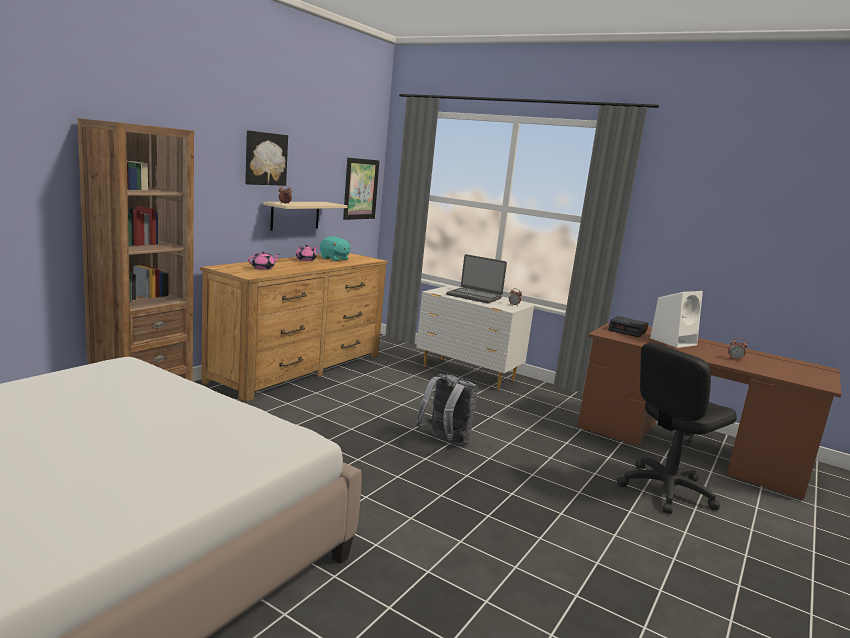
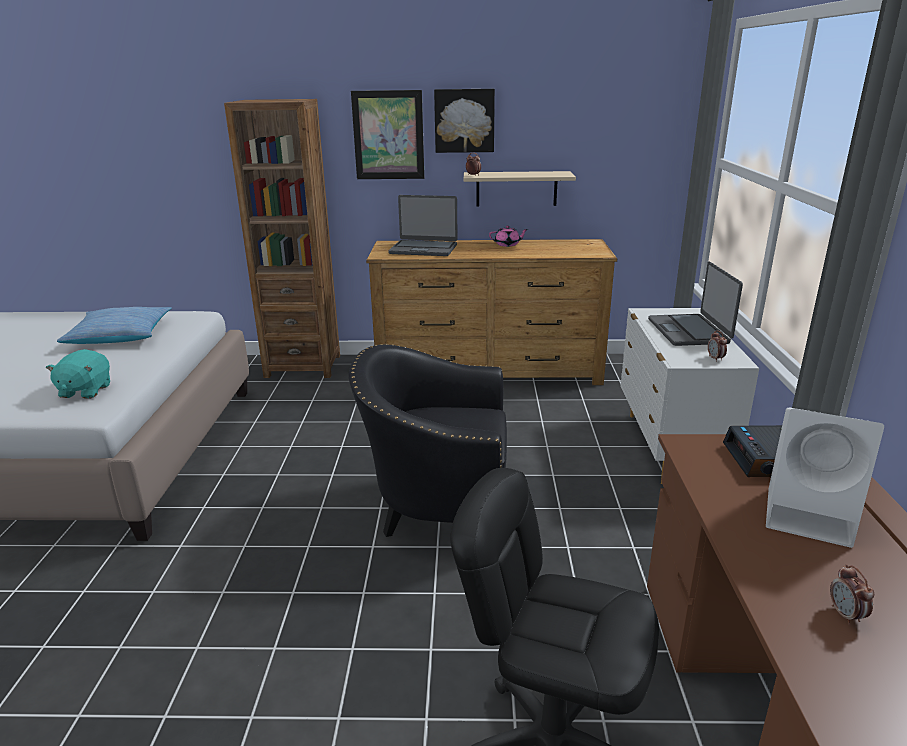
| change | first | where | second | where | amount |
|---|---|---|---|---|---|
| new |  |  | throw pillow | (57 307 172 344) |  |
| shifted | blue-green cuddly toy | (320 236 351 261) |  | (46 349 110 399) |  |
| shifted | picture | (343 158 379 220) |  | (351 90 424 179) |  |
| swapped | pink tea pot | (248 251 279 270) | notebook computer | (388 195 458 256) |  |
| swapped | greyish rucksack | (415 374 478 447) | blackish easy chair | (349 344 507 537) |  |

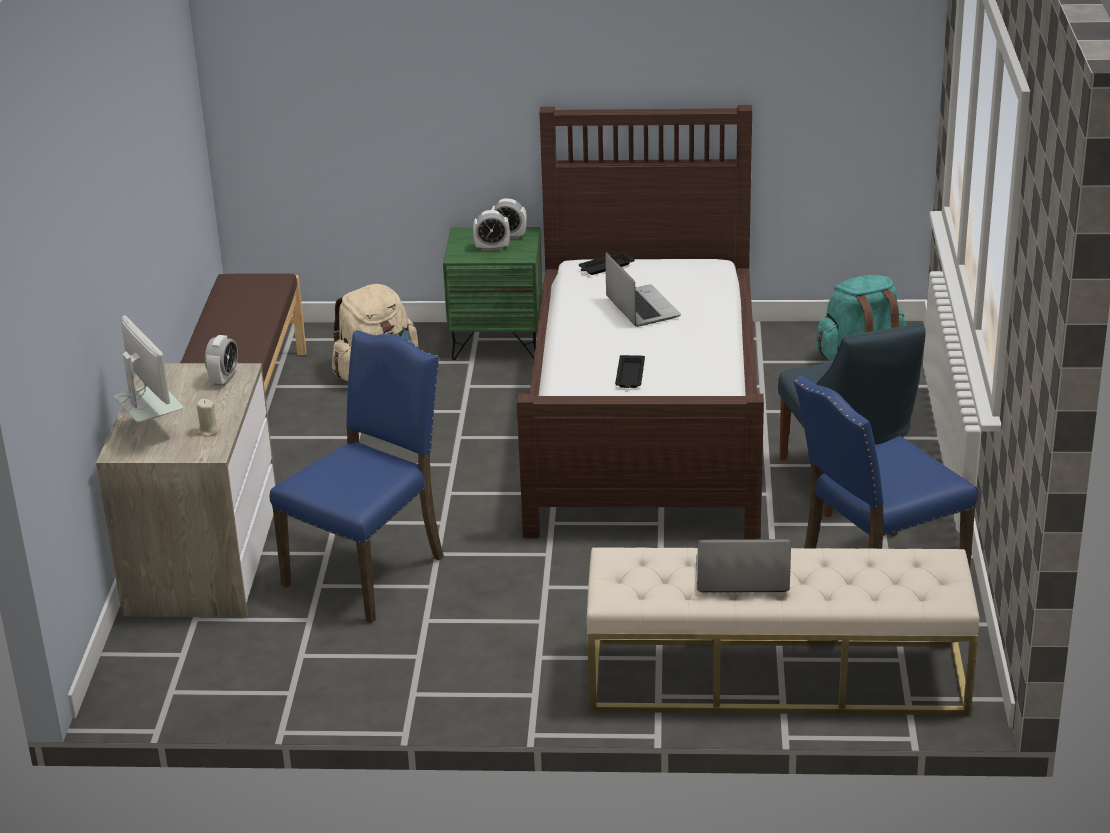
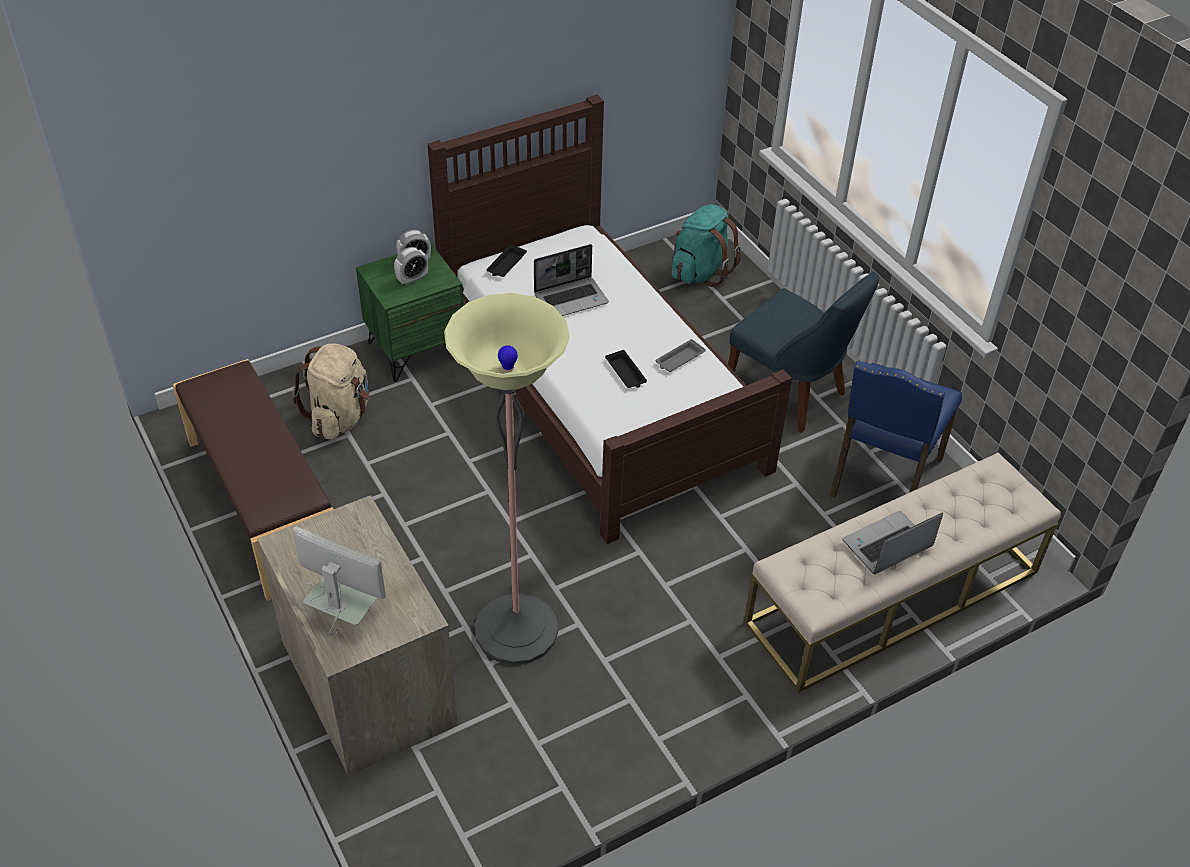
| change | first | where | second | where | amount |
|---|---|---|---|---|---|
| gone | sand-coloured wax light | (197 399 220 437) |  |  |  |
| gone | alarm clock | (205 335 238 386) |  |  |  |
| new |  |  | greyish tray | (656 339 706 372) |  |
| swapped | blue chair | (270 330 444 623) | standing lamp | (444 293 570 665) |  |
| rotated | notebook computer | (605 252 681 327) |  | (534 244 609 316) | 120 degrees clockwise |

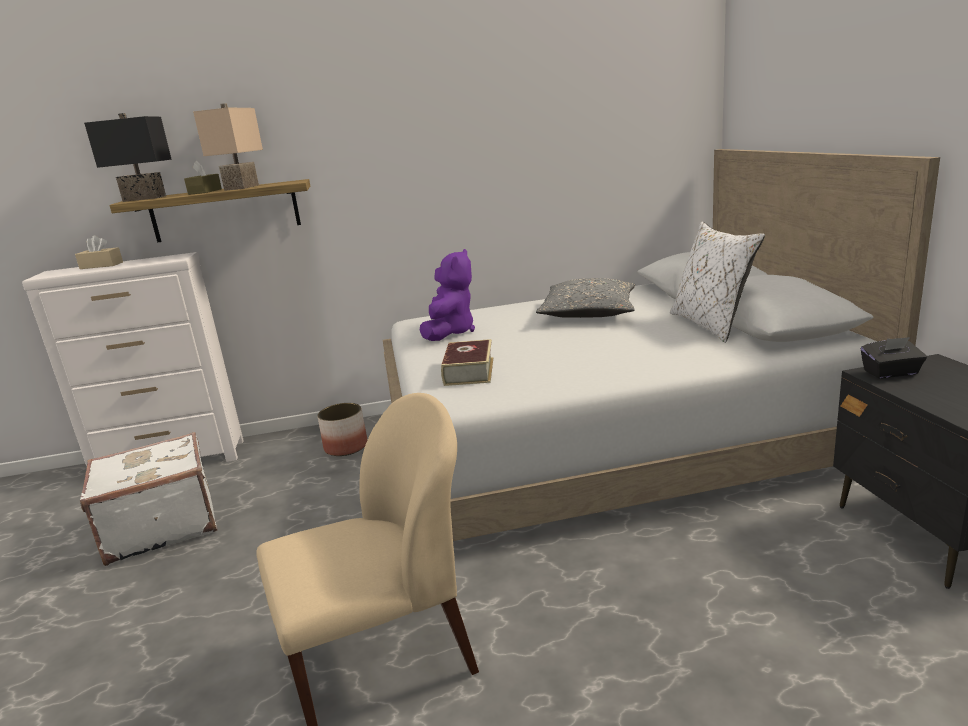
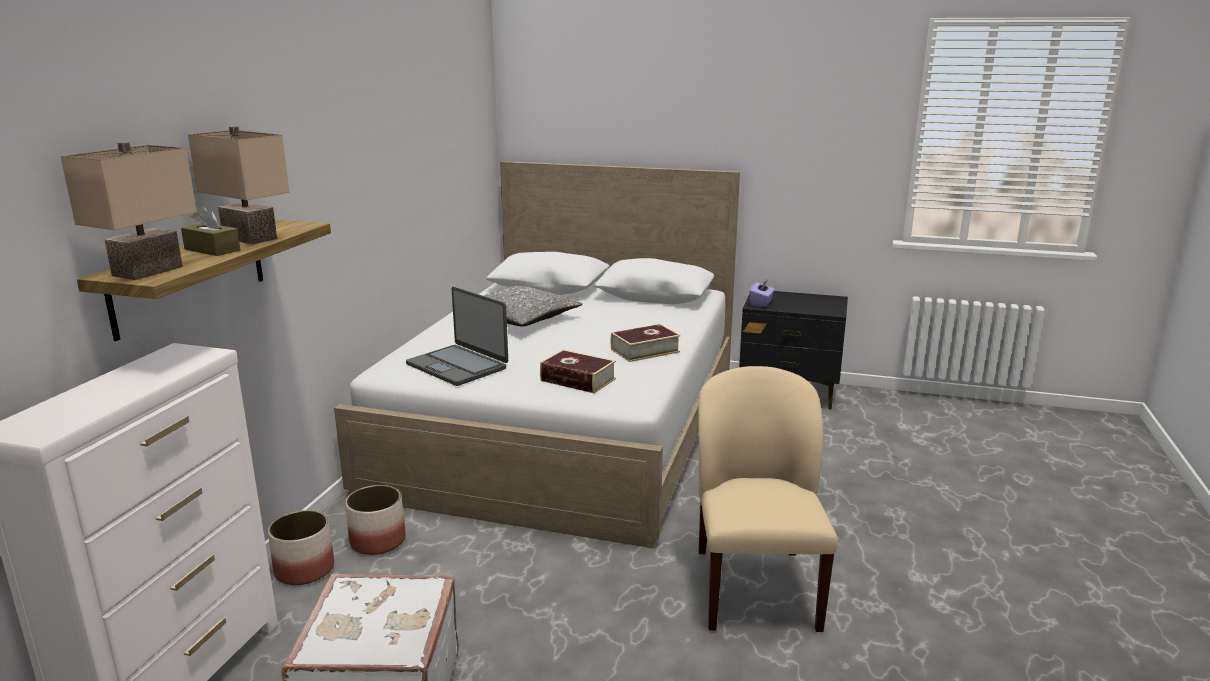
| change | first | where | second | where | amount |
|---|---|---|---|---|---|
| gone | sand-coloured tissue holder | (75 236 123 269) |  |  |  |
| gone | whitish throw pillow | (670 222 765 343) |  |  |  |
| new |  |  | planter | (268 510 334 585) |  |
| new |  |  | bound book | (611 324 681 362) |  |
| swapped | purple-coloured cuddly toy | (420 249 475 341) | notebook computer | (406 287 508 386) |  |
| repainted | blackish table lamp | (84 113 172 202) | sand-coloured table lamp | (60 142 197 280) |  |
| repainted | blackish tissue holder | (861 337 927 379) | purple-coloured tissue holder | (749 280 775 307) |  |

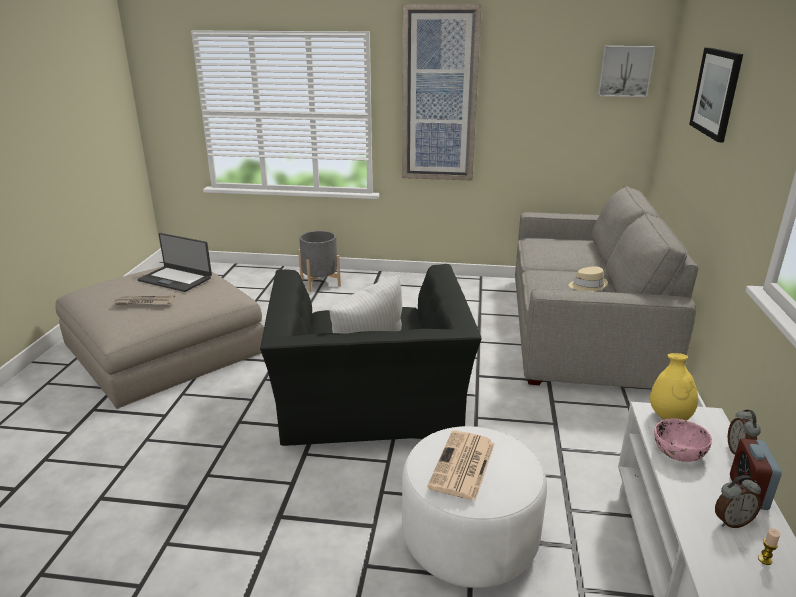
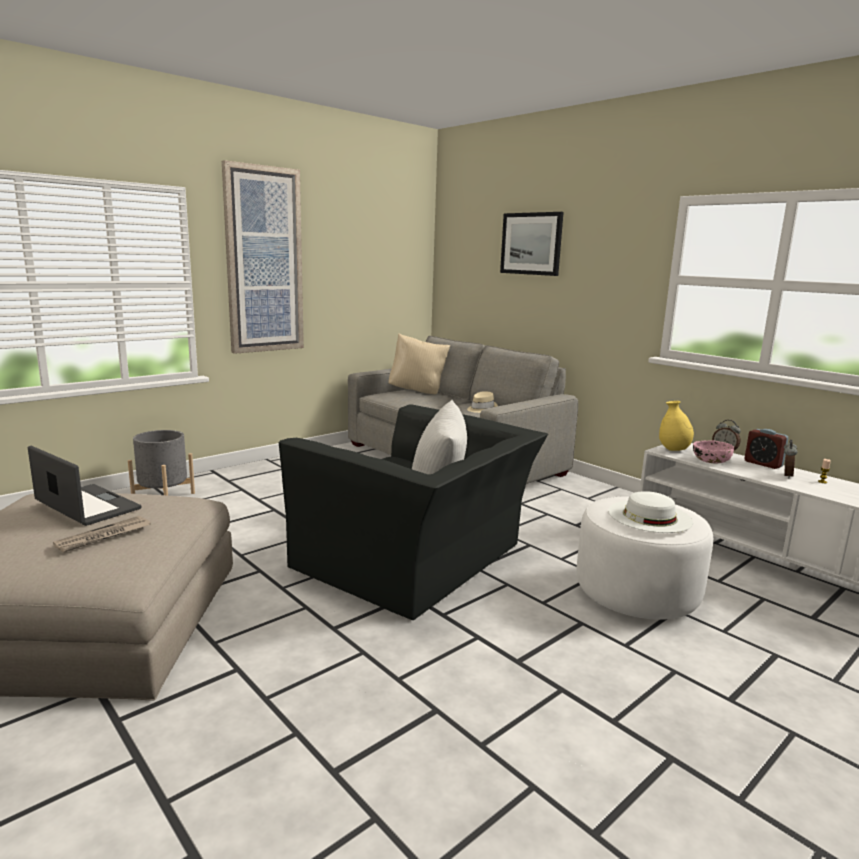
| change | first | where | second | where | amount |
|---|---|---|---|---|---|
| gone | picture | (598 46 655 97) |  |  |  |
| new |  |  | sand-coloured throw pillow | (388 333 450 394) |  |
| swapped | printed paper | (427 430 495 501) | whitish wearable hat | (608 491 693 533) |  |
| rotated | notebook computer | (138 233 212 292) |  | (28 446 142 526) | 120 degrees counterclockwise |

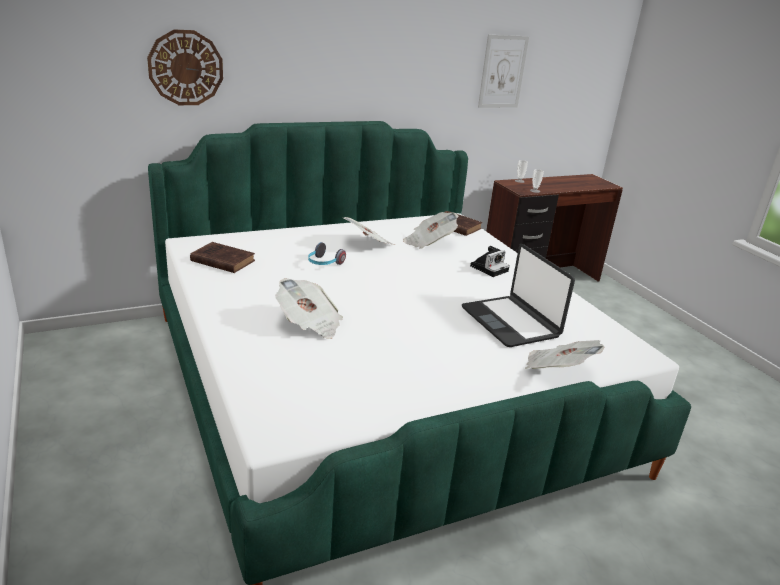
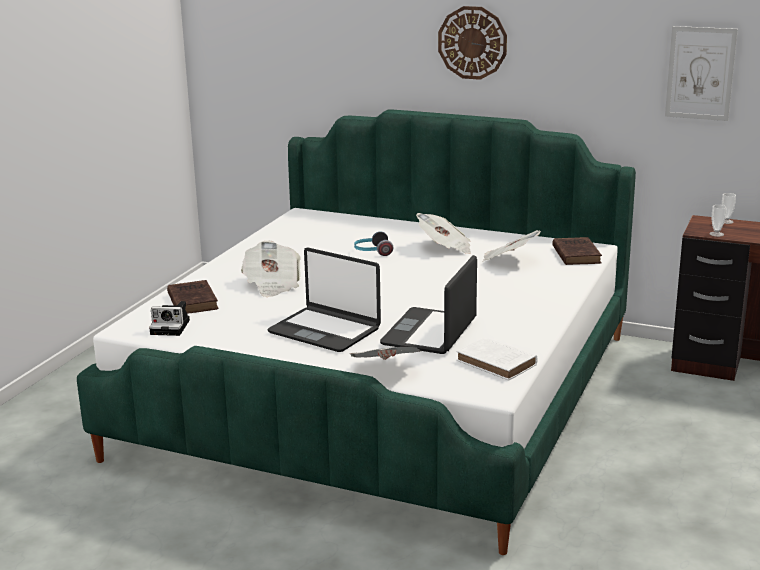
| change | first | where | second | where | amount |
|---|---|---|---|---|---|
| new |  |  | notebook computer | (268 248 381 352) |  |
| new |  |  | whitish bound book | (456 337 538 381) |  |
| shifted | clock on the wall | (147 30 223 105) |  | (438 6 507 80) |  |
| shifted | brown bound book | (190 242 255 273) |  | (167 280 219 314) |  |
| shifted | photo camera | (470 246 510 277) |  | (149 301 190 336) |  |

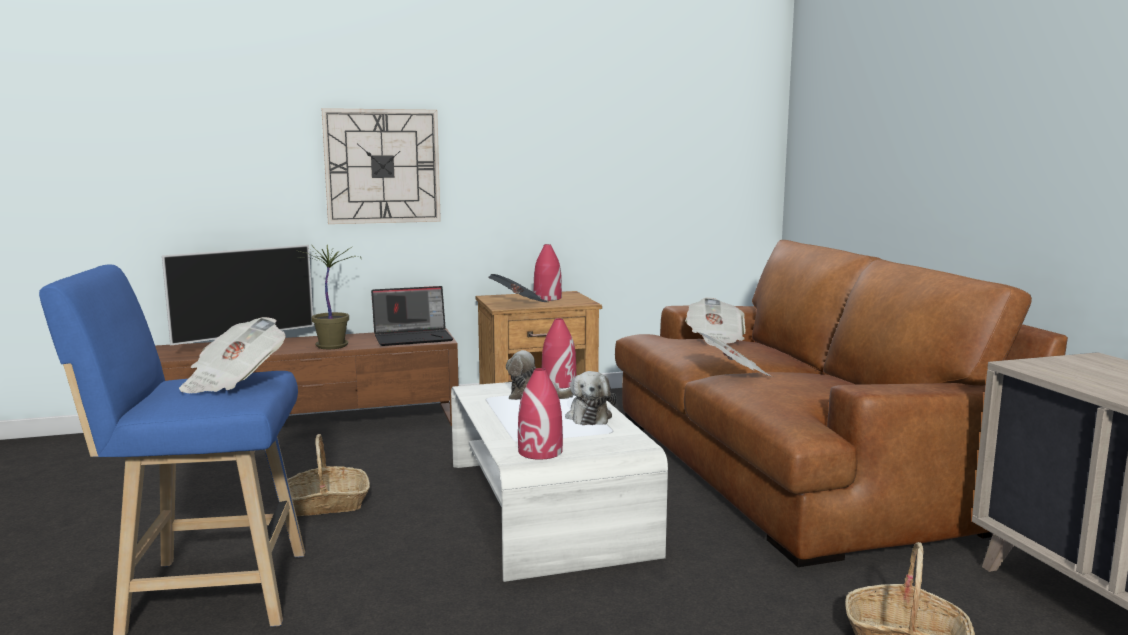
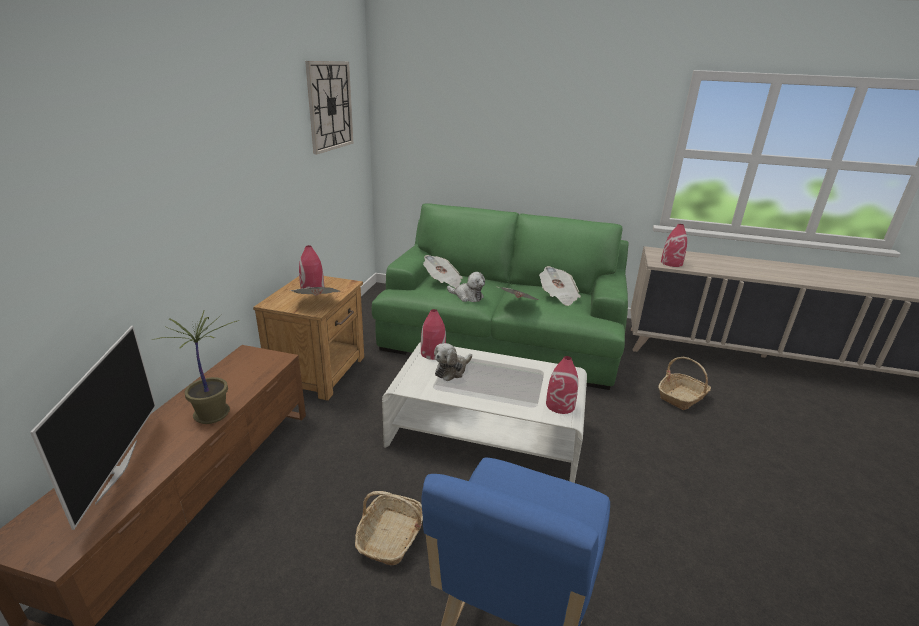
| change | first | where | second | where | amount |
|---|---|---|---|---|---|
| gone | notebook computer | (371 286 453 346) |  |  |  |
| new |  |  | red vase | (661 224 687 267) |  |
| shifted | printed paper | (179 317 285 393) |  | (539 266 581 306) |  |
| shifted | clock on the wall | (321 108 441 224) |  | (305 61 353 154) |  |
| shifted | cuddly toy | (565 371 616 425) |  | (447 272 485 302) |  |
| repainted | brown couch | (615 240 1068 567) | greenish couch | (372 203 628 390) |  |

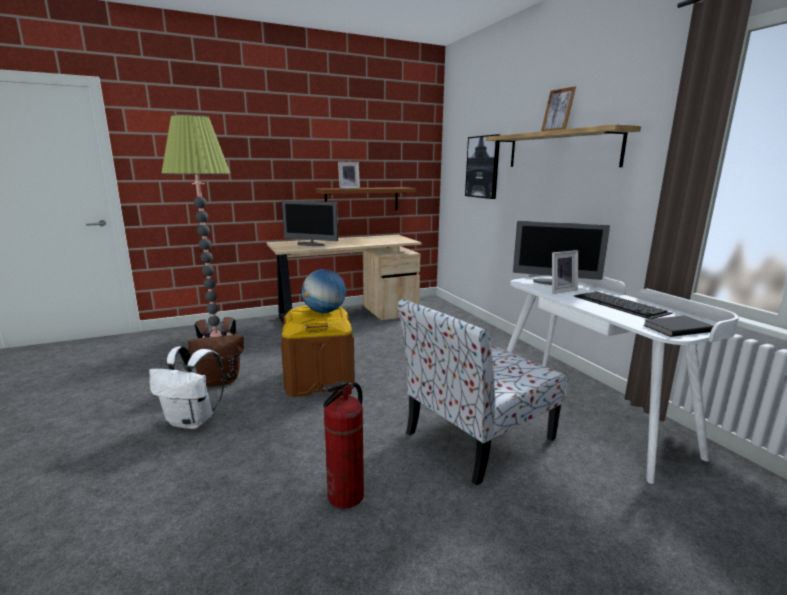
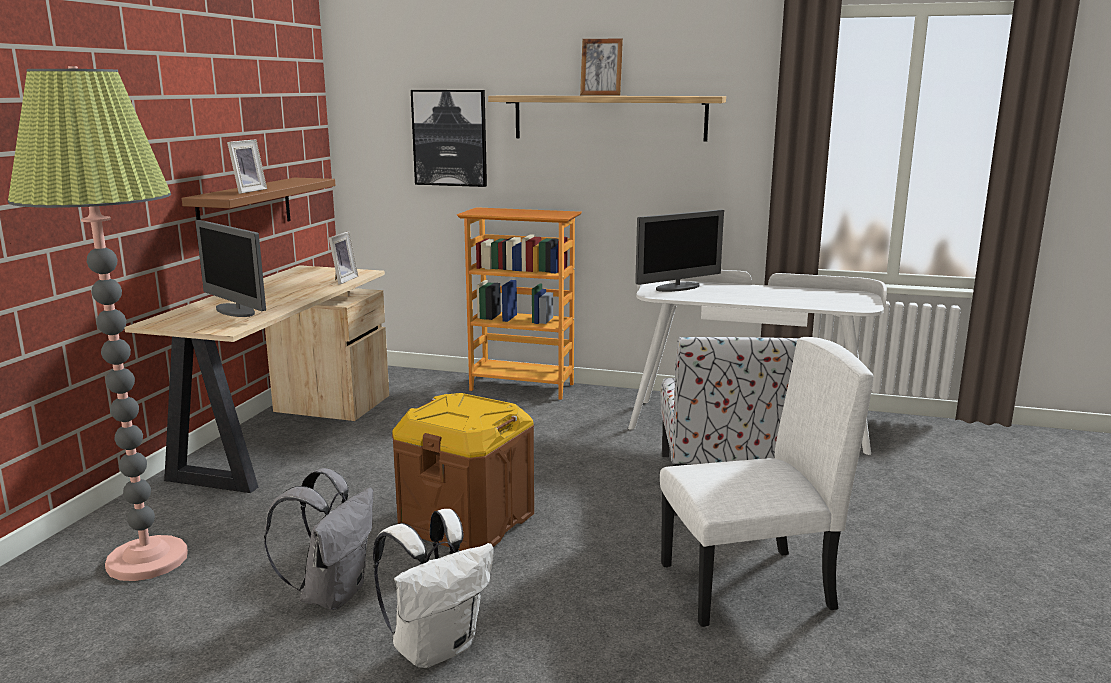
| change | first | where | second | where | amount |
|---|---|---|---|---|---|
| gone | desk globe | (302 269 346 313) |  |  |  |
| gone | keyboard | (574 291 672 319) |  |  |  |
| gone | blackish bound book | (643 315 713 337) |  |  |  |
| new |  |  | shelving unit | (457 207 582 400) |  |
| shifted | standing frame | (552 250 578 294) |  | (329 231 358 285) |  |
| swapped | fire-fighting cylinder | (323 381 364 509) | whitish chair | (660 337 873 627) |  |
| repainted | brown rucksack | (188 317 244 387) | greyish rucksack | (264 468 373 610) |  |
| rotated | monitor | (282 200 338 246) |  | (195 220 266 317) | 75 degrees clockwise |

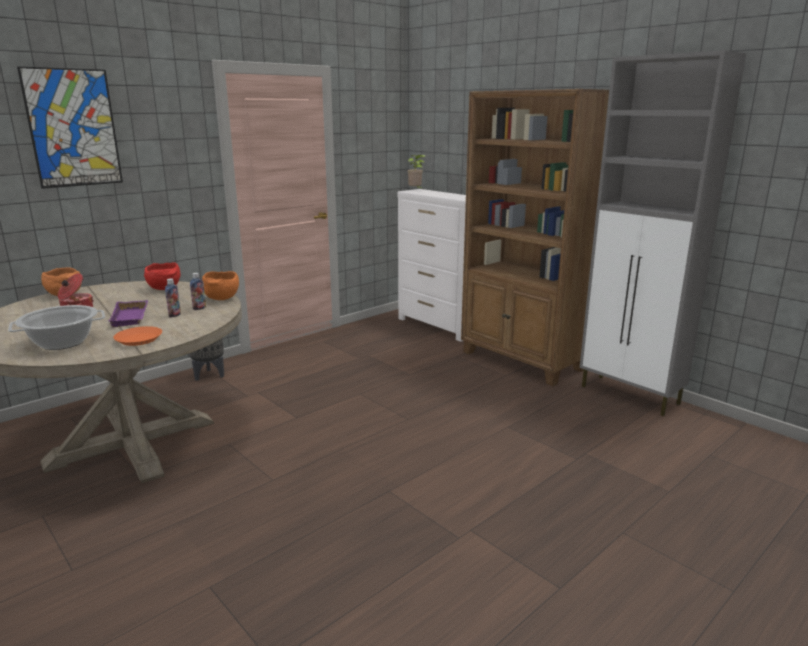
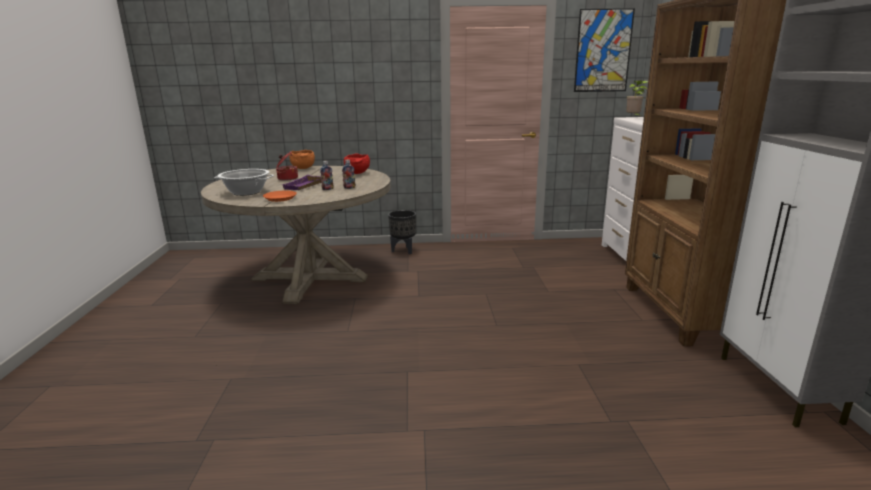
| change | first | where | second | where | amount |
|---|---|---|---|---|---|
| gone | orange serving bowl | (202 271 239 300) |  |  |  |
| shifted | picture | (17 66 123 189) |  | (574 8 635 92) |  |

